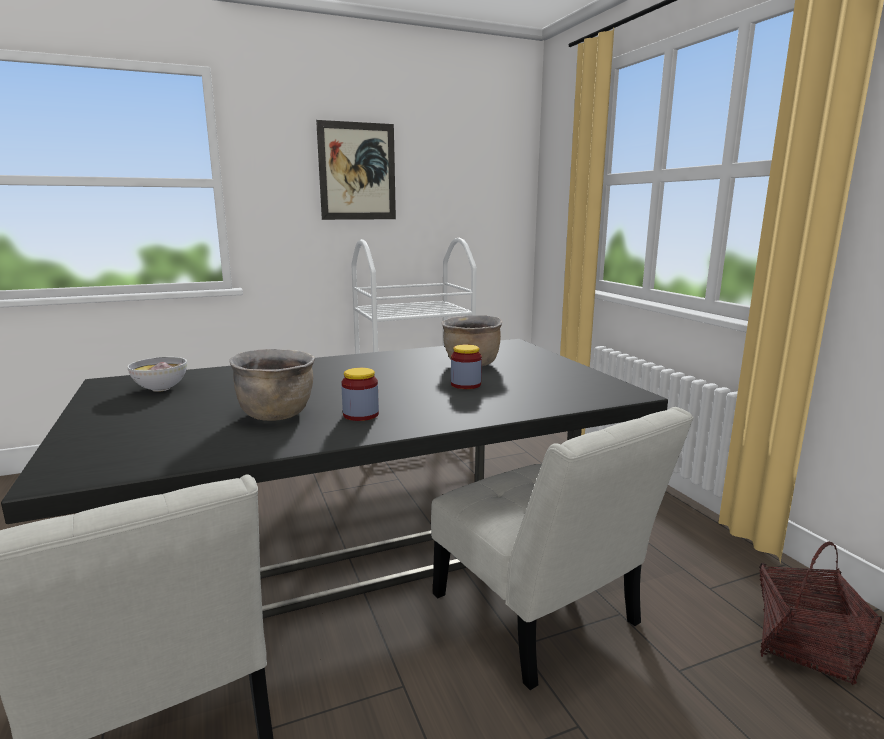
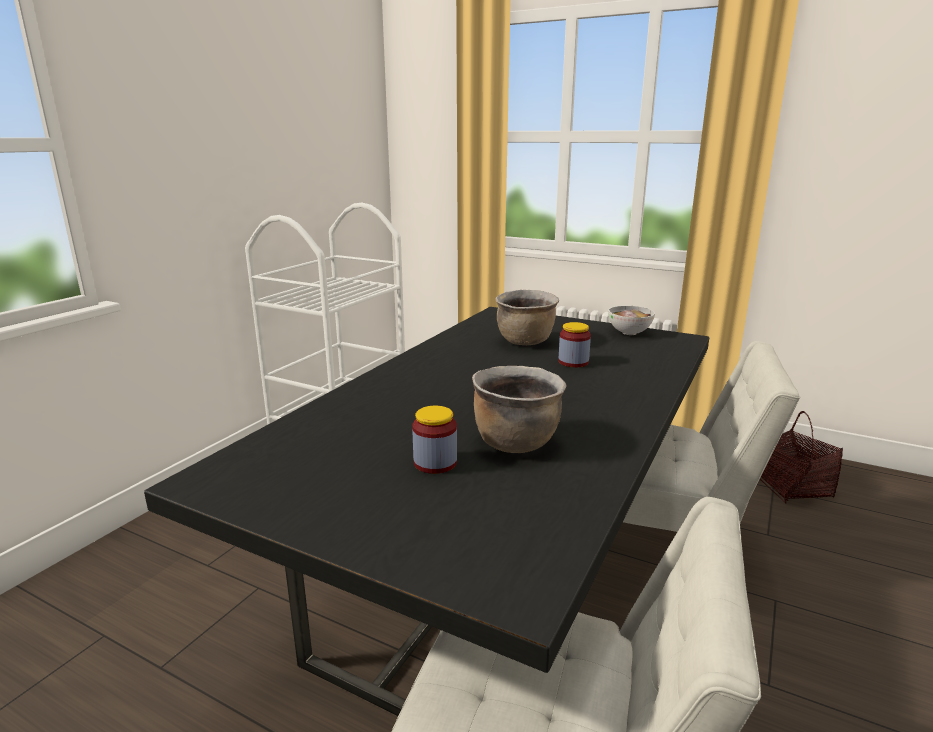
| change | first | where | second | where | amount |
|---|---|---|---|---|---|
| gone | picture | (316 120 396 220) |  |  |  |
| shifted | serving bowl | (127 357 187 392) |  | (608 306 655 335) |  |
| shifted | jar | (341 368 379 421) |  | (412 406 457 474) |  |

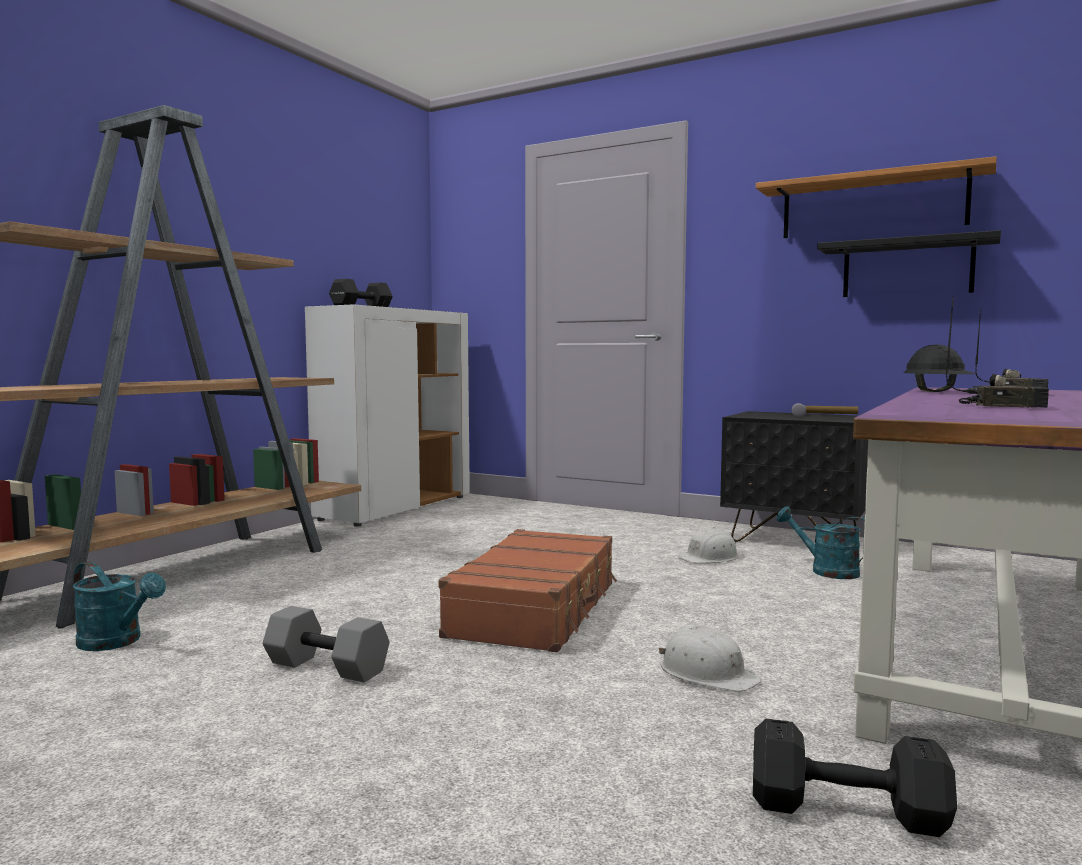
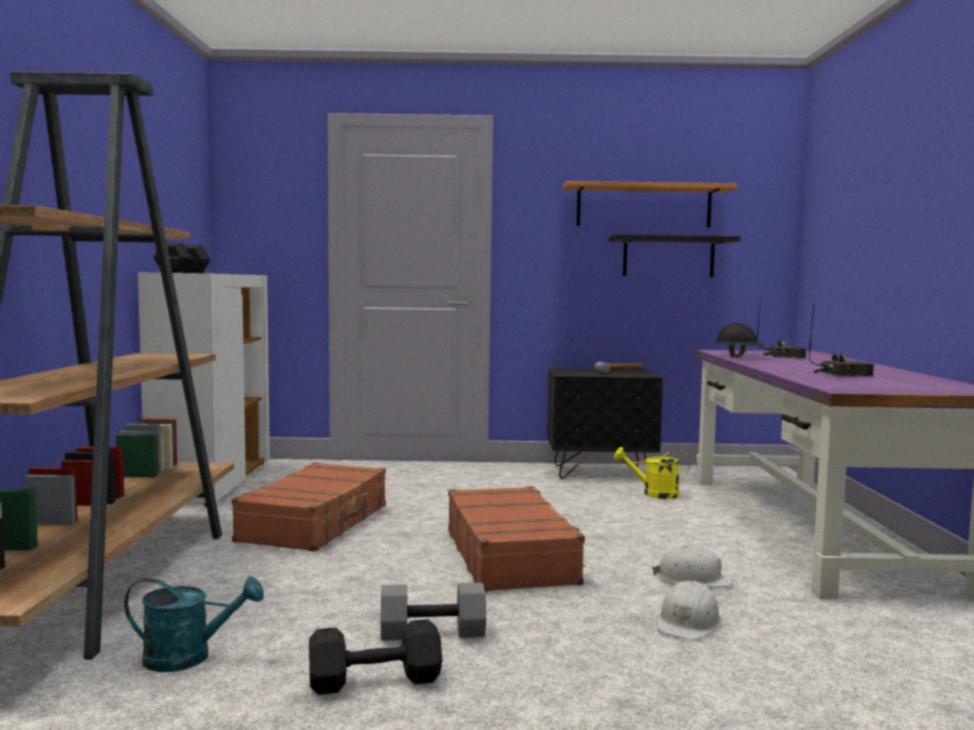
| change | first | where | second | where | amount |
|---|---|---|---|---|---|
| new |  |  | brown suitcase | (231 462 387 552) |  |
| shifted | whitish hard hat | (678 527 739 563) |  | (657 580 722 640) |  |
| shifted | blackish free weight | (753 718 957 837) |  | (309 619 442 695) |  |
| repainted | blue-green sprinkling can | (776 506 865 579) | yellowish sprinkling can | (614 447 689 499) |  |

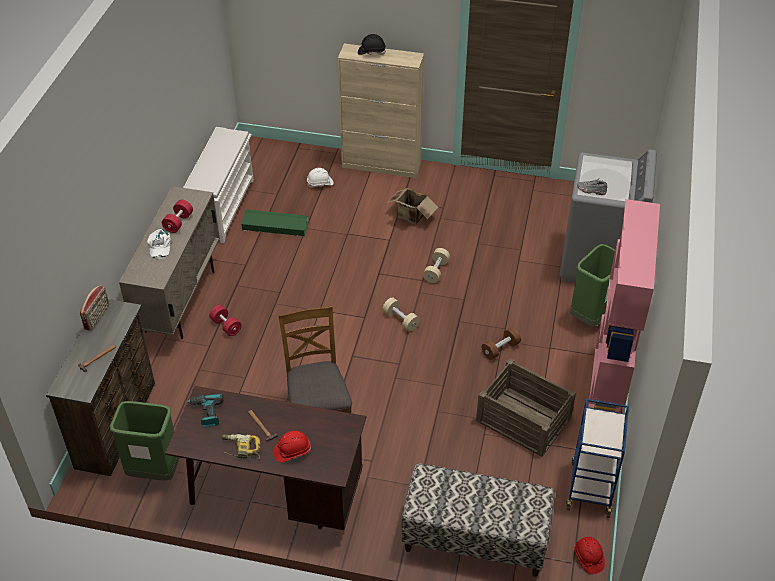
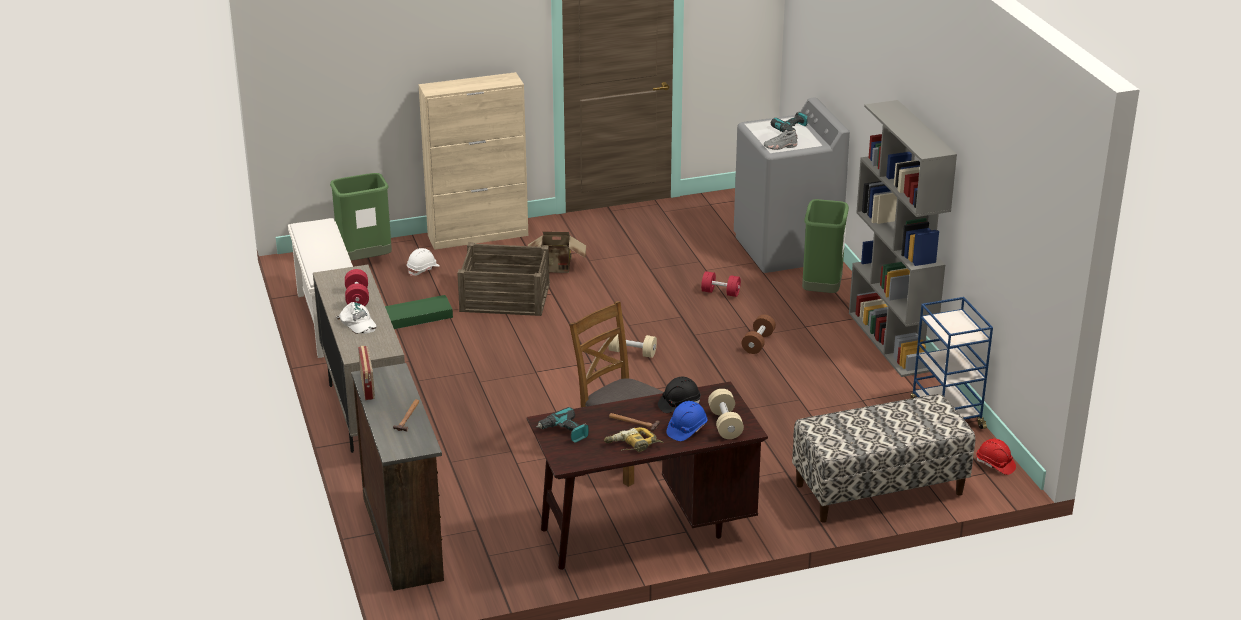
| change | first | where | second | where | amount |
|---|---|---|---|---|---|
| new |  |  | electric drill | (771 112 808 132) |  |
| shifted | greenish rubbish bin | (110 401 179 481) |  | (330 173 392 261) |  |
| shifted | red free weight | (209 305 242 336) |  | (701 271 741 297) |  |
| shifted | blackish hard hat | (358 34 386 55) |  | (658 377 701 413) |  |
| shifted | sand-coloured free weight | (423 248 450 283) |  | (708 389 744 439) |  |
| shifted | packing crate | (476 358 576 457) |  | (457 242 550 316) |  |
| repainted | red hard hat | (274 431 311 462) | blue hard hat | (666 401 707 441) |  |
| repainted | pink shelving unit | (588 199 660 413) | greyish shelving unit | (849 100 957 377) |  |

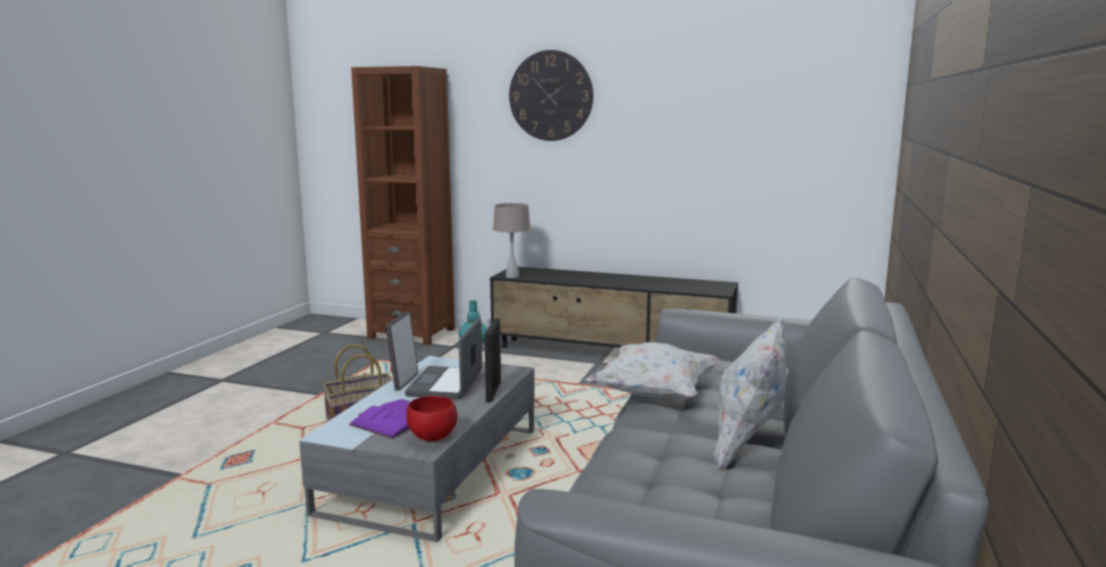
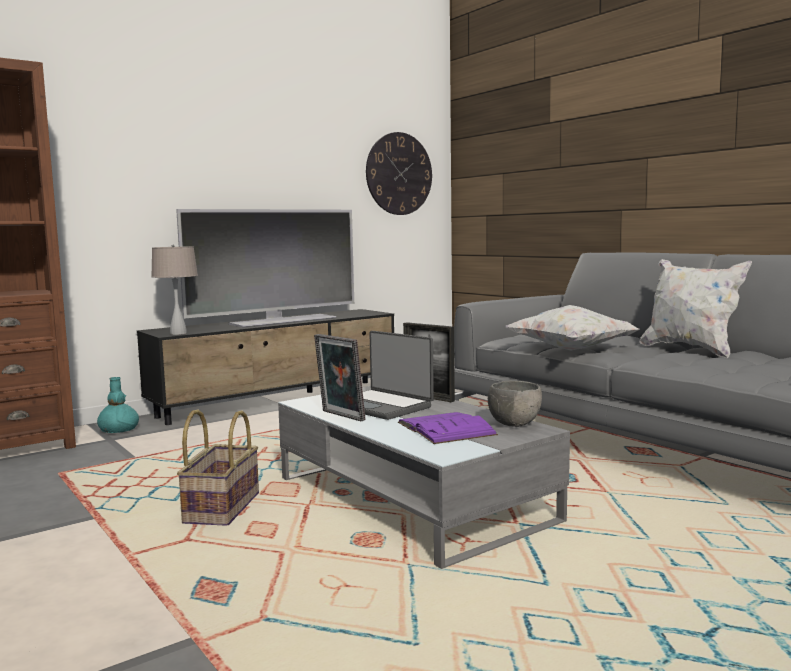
| change | first | where | second | where | amount |
|---|---|---|---|---|---|
| new |  |  | TV set | (176 209 354 328) |  |
| shifted | clock on the wall | (509 50 593 141) |  | (366 132 432 215) |  |
| repainted | red serving bowl | (406 396 457 442) | greyish serving bowl | (488 381 542 427) |  |

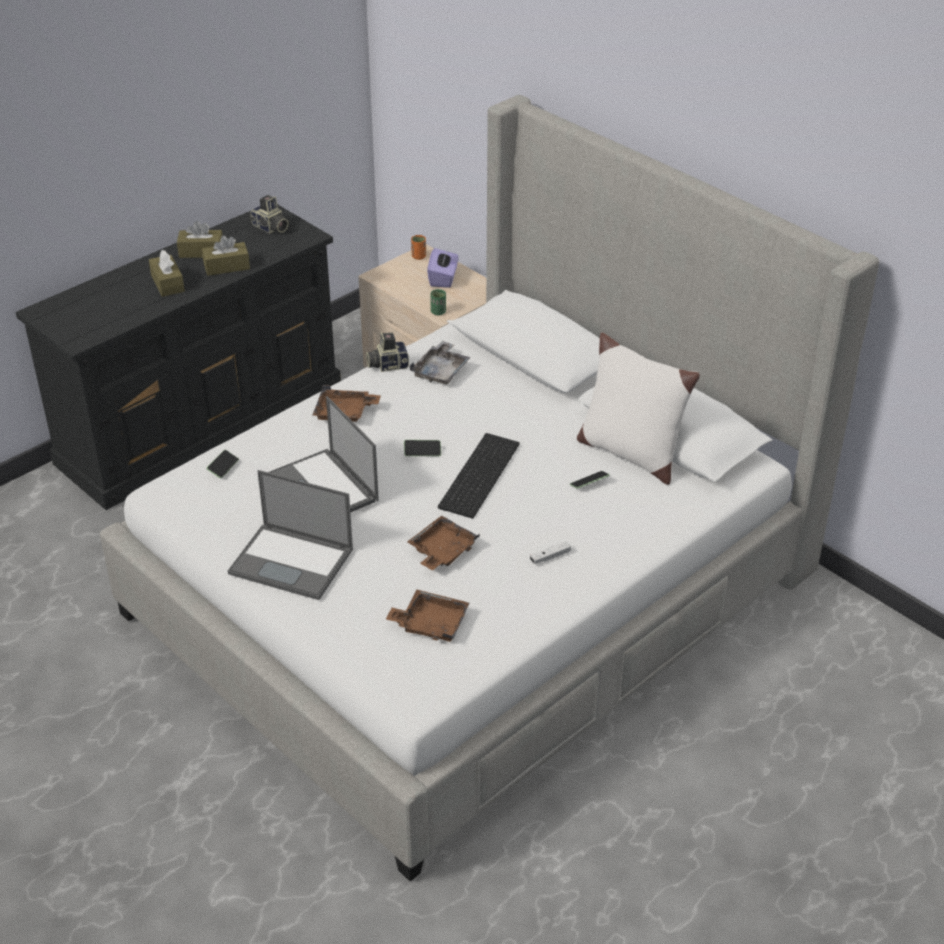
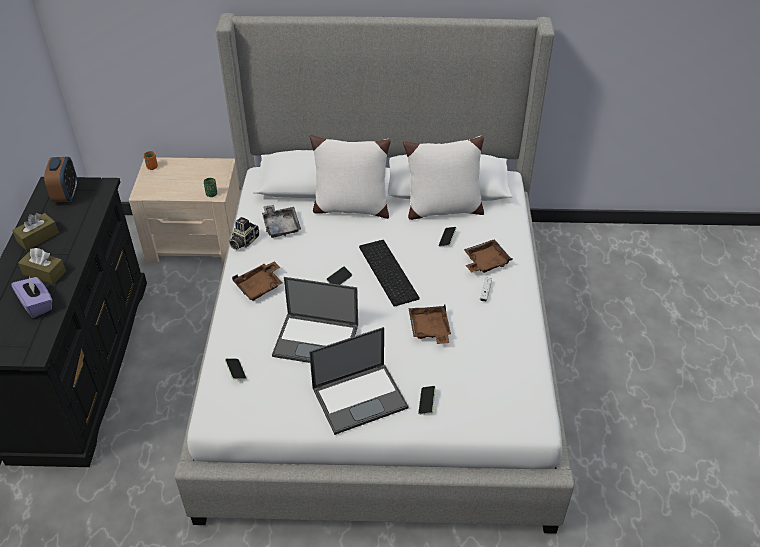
| change | first | where | second | where | amount |
|---|---|---|---|---|---|
| gone | brown tissue holder | (202 235 250 276) |  |  |  |
| new |  |  | whitish throw pillow | (310 135 391 219) |  |
| new |  |  | telephone | (418 386 436 415) |  |
| shifted | brown tray | (386 589 469 642) |  | (464 239 513 273) |  |
| shifted | purple-coloured tissue holder | (427 248 459 288) |  | (11 275 52 318) |  |
| swapped | photo camera | (250 195 289 233) | alarm clock | (44 157 77 202) |  |

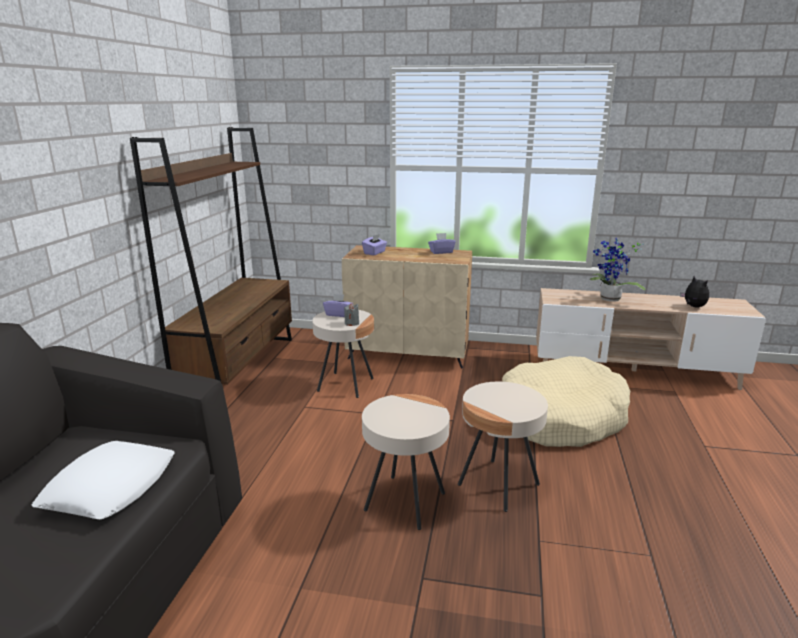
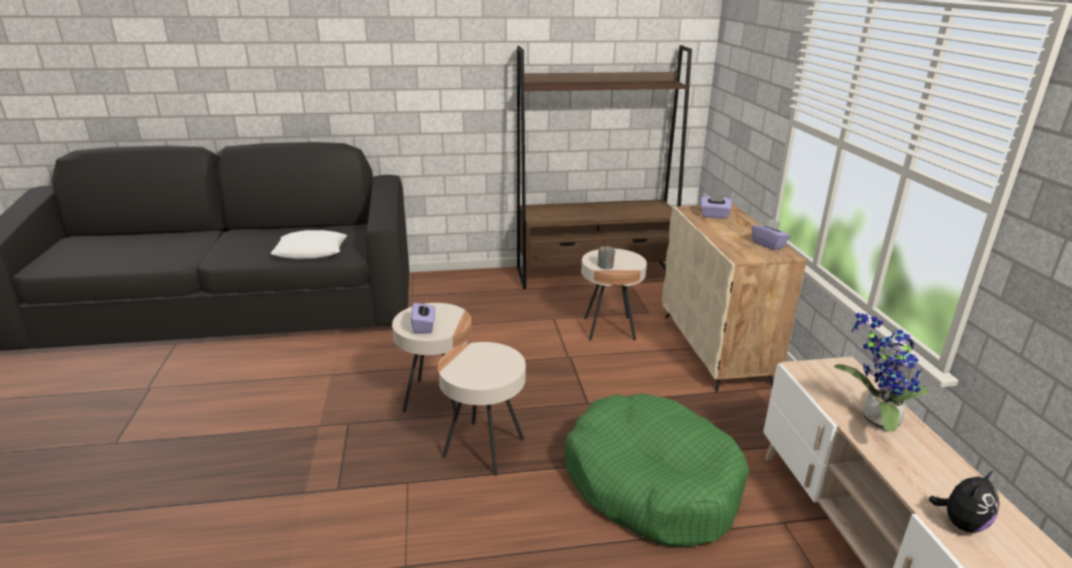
| change | first | where | second | where | amount |
|---|---|---|---|---|---|
| shifted | purple-coloured tissue holder | (323 294 353 317) |  | (411 301 435 334) |  |
| repainted | sand-coloured dog bed | (502 356 630 447) | greenish dog bed | (564 394 749 547) |  |

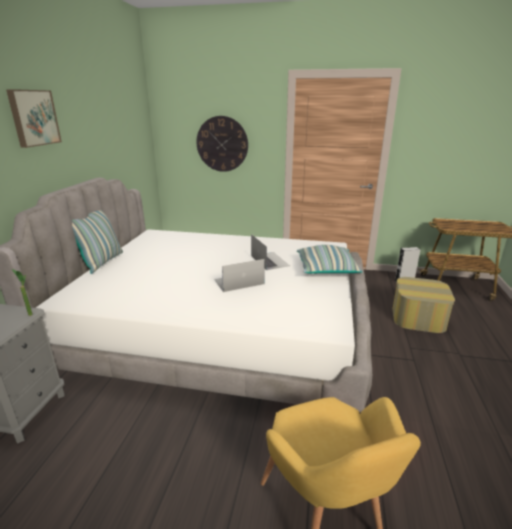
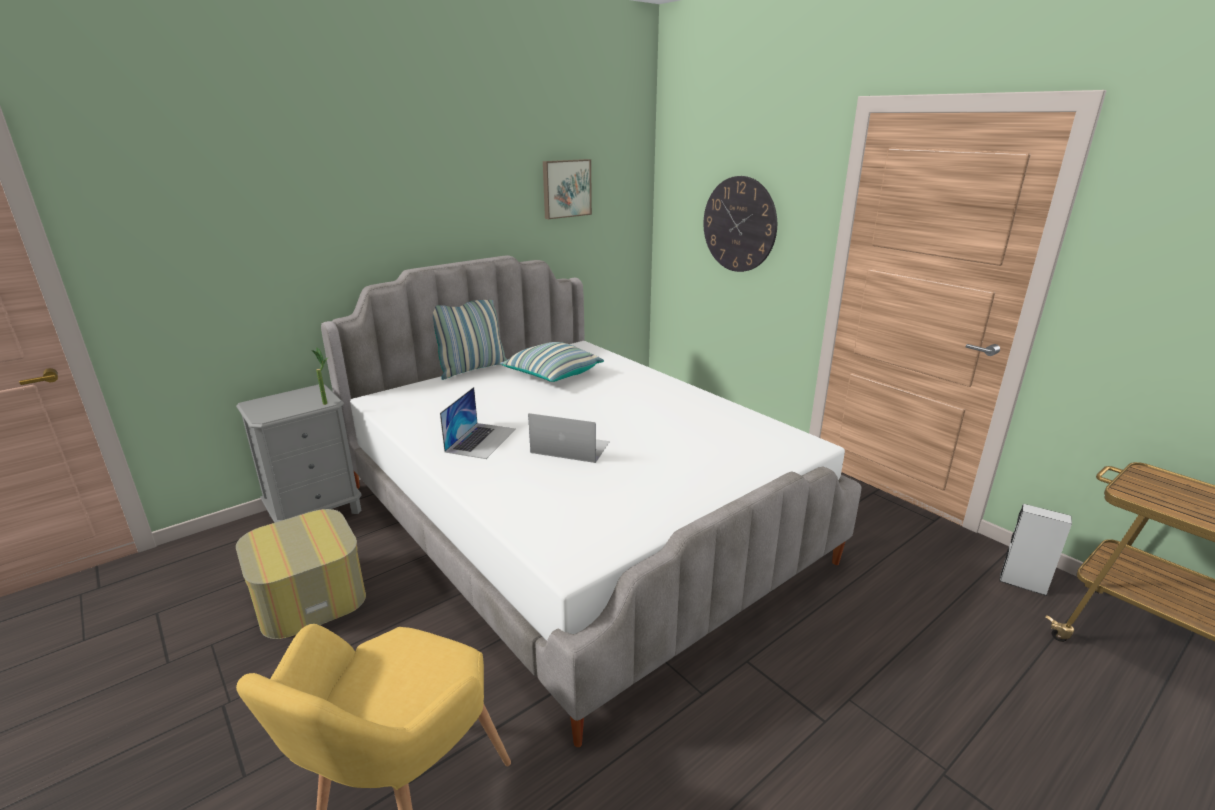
| change | first | where | second | where | amount |
|---|---|---|---|---|---|
| shifted | picture | (6 89 62 148) |  | (543 159 592 219) |  |
| shifted | notebook computer | (251 234 290 270) |  | (440 387 516 459) |  |
| shifted | throw pillow | (297 245 362 274) |  | (500 342 604 382) |  |
| shifted | footrest | (392 277 455 333) |  | (236 509 366 639) |  |

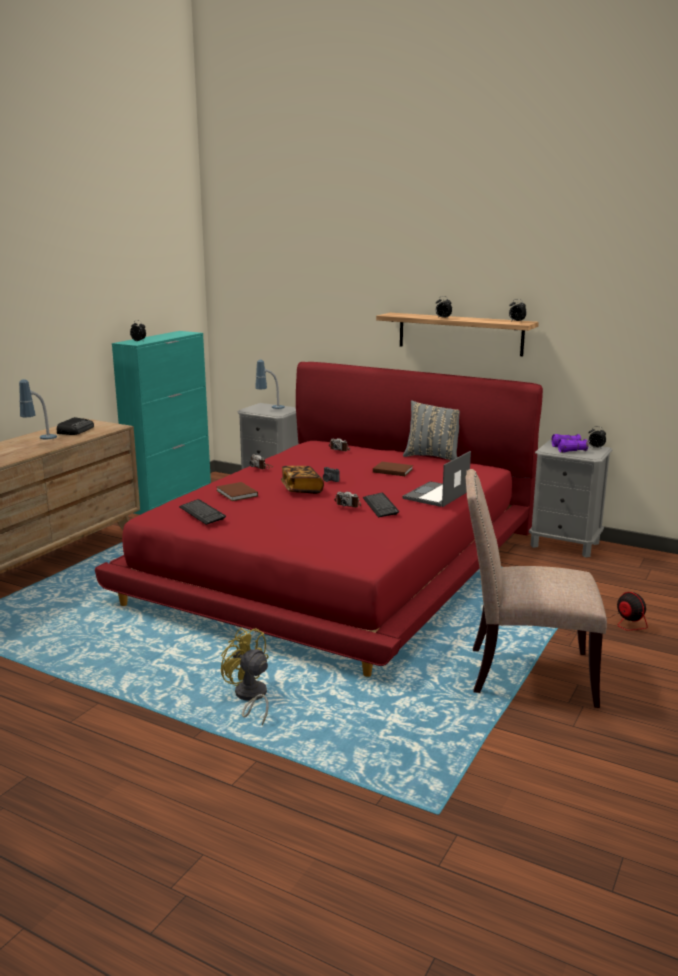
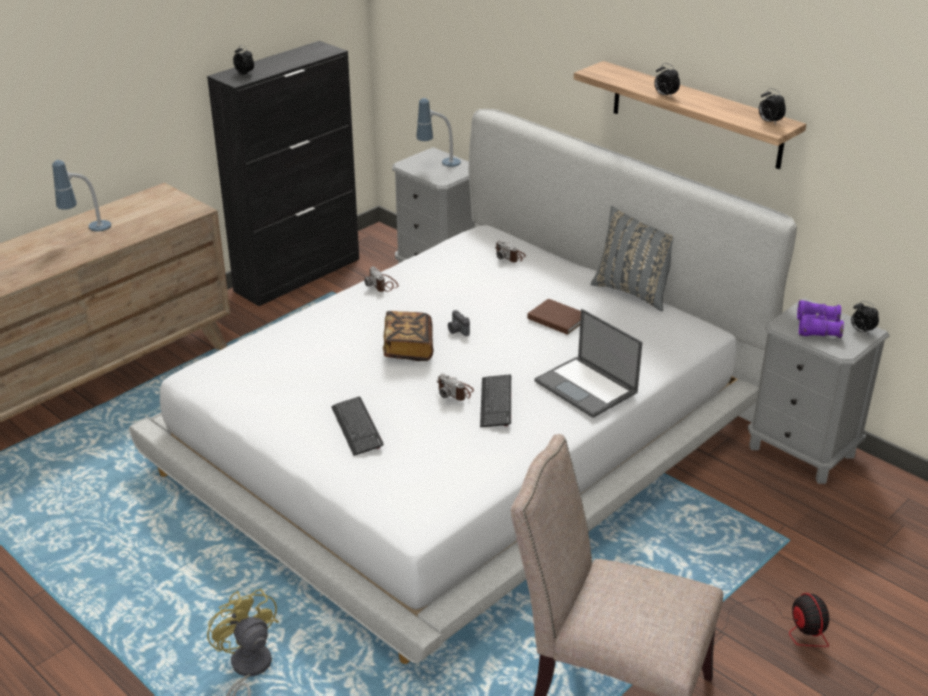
| change | first | where | second | where | amount |
|---|---|---|---|---|---|
| gone | radio | (57 417 94 435) |  |  |  |
| gone | brown bound book | (216 482 258 501) |  |  |  |
| shifted | keyboard | (179 499 226 525) |  | (331 396 384 456) |  |
| repainted | red sleeping bed | (95 362 543 677) | whitish sleeping bed | (129 109 797 664) |  |
| repainted | blue-green cabinet | (112 331 211 515) | blackish cabinet | (207 41 359 306) |  |
| rotated | notebook computer | (402 451 471 507) |  | (535 309 643 418) | 90 degrees counterclockwise |

